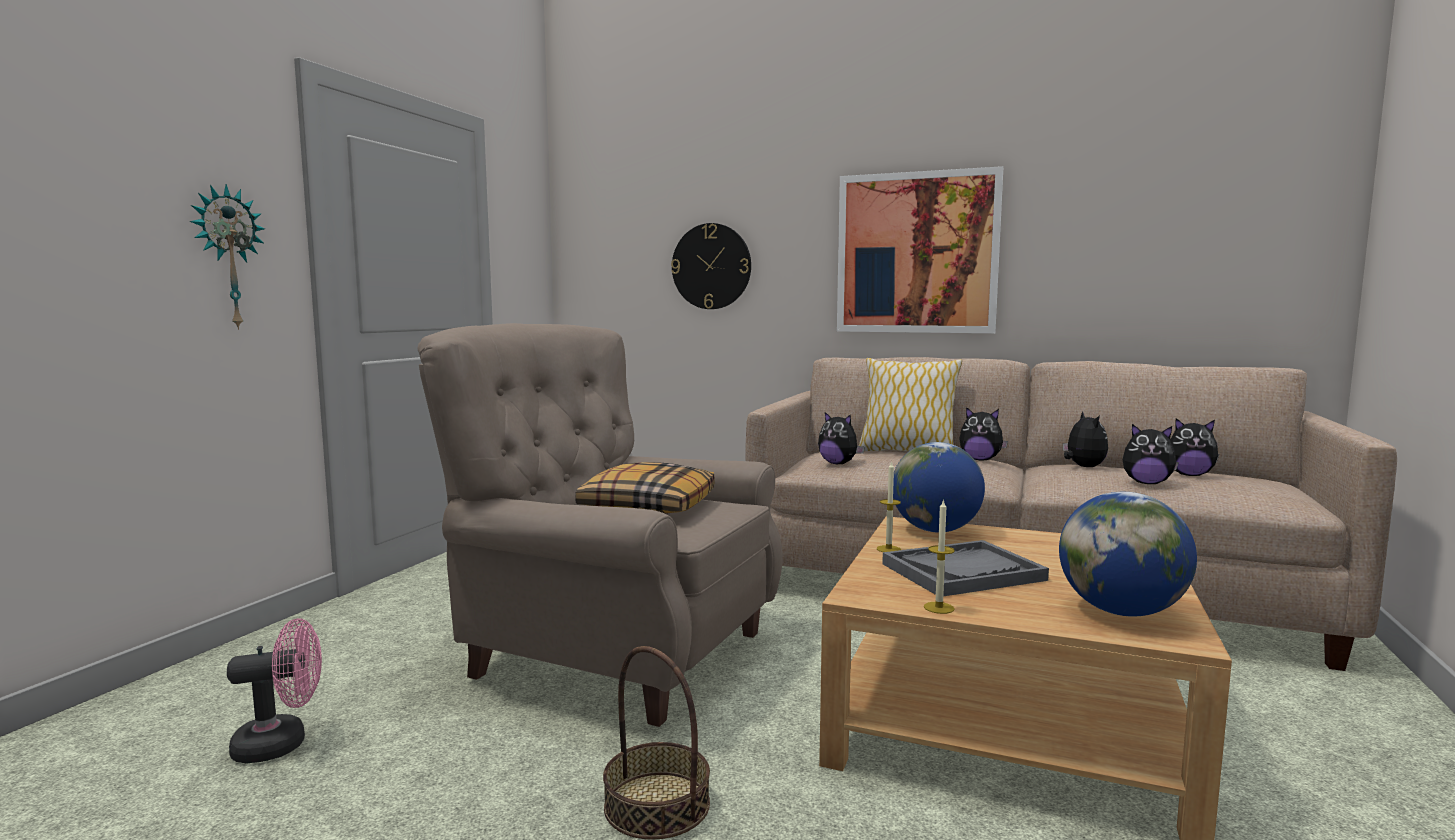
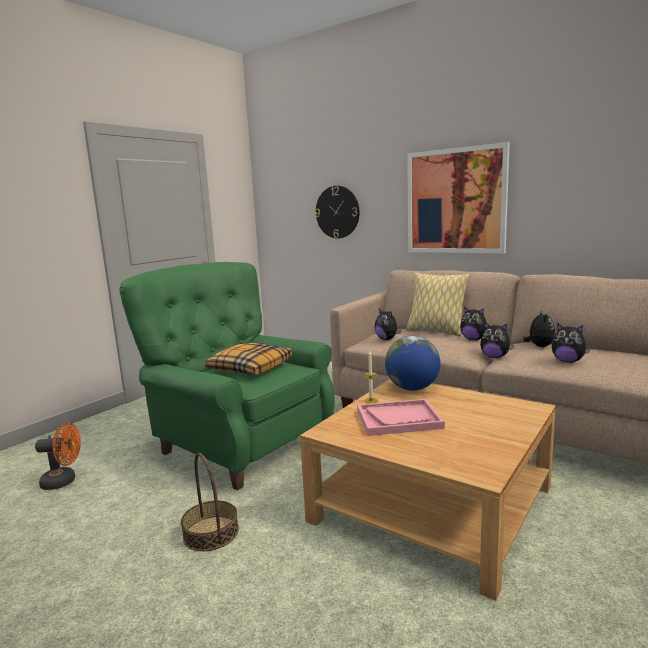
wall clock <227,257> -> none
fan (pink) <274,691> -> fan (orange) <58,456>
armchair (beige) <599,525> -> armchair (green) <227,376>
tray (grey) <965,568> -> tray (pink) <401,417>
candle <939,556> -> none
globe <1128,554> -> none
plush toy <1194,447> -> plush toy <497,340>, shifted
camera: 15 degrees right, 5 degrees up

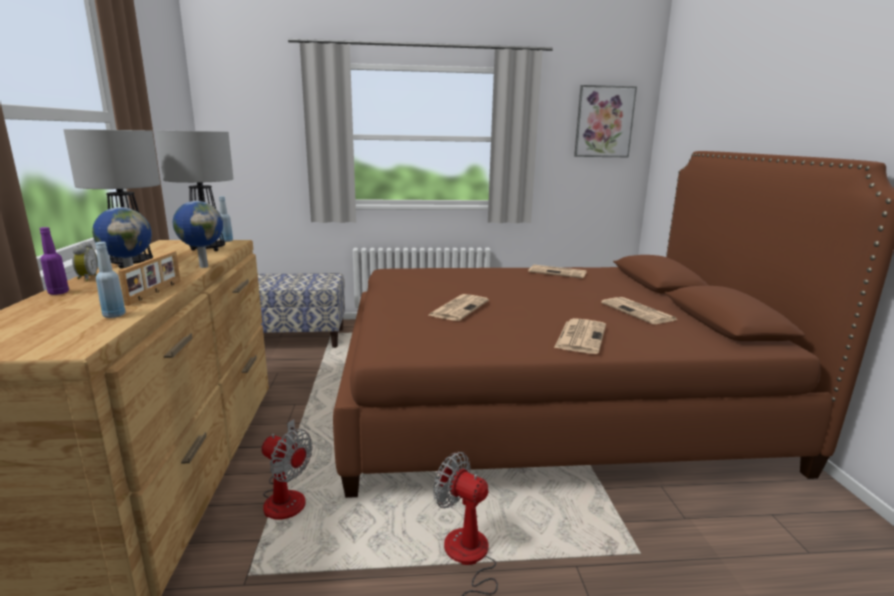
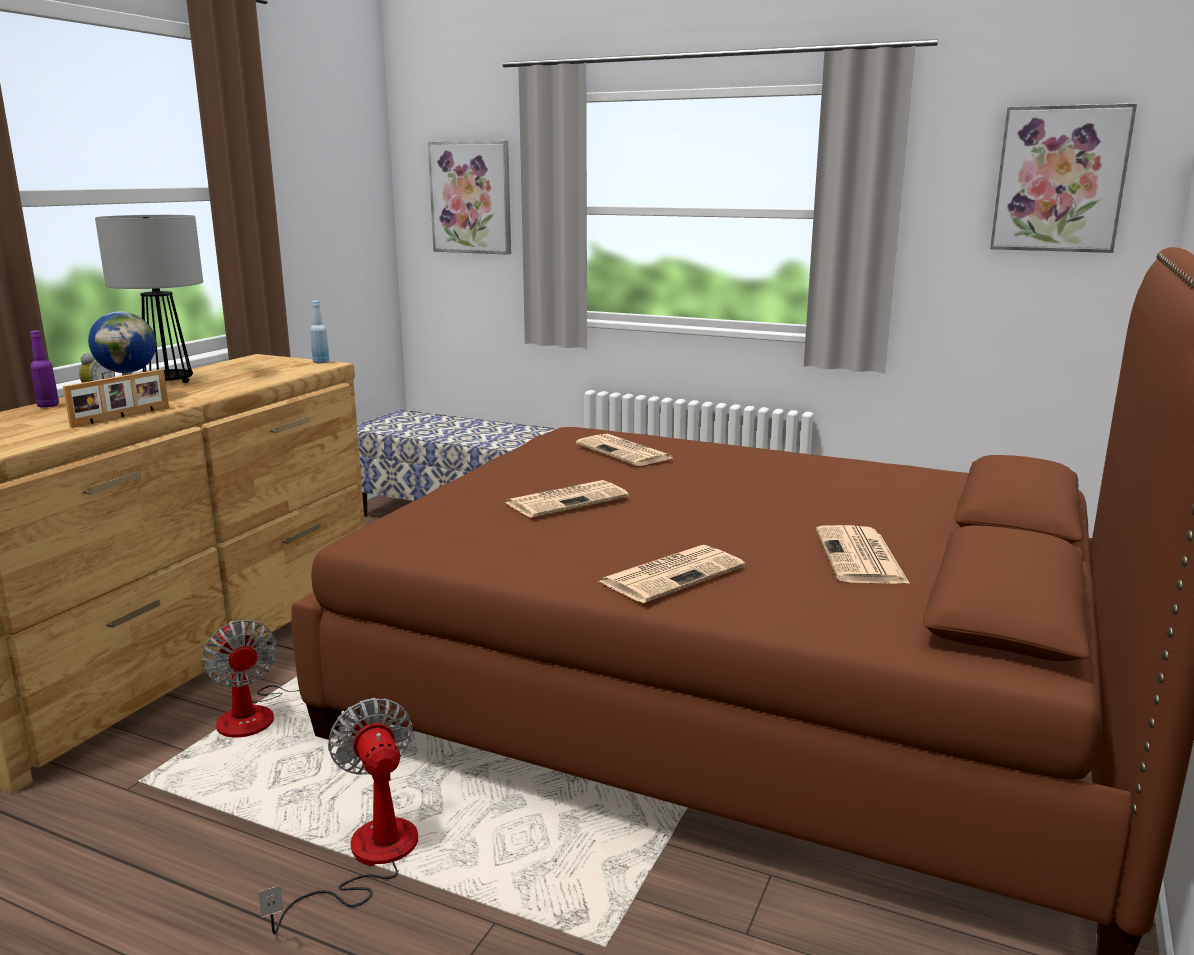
bottle (blue) <110,280> -> none
table lamp <195,190> -> none
globe <198,234> -> none
newspaper <557,271> -> newspaper <624,450>, shifted
none -> picture <469,198>
camera: 30 degrees right, 0 degrees up

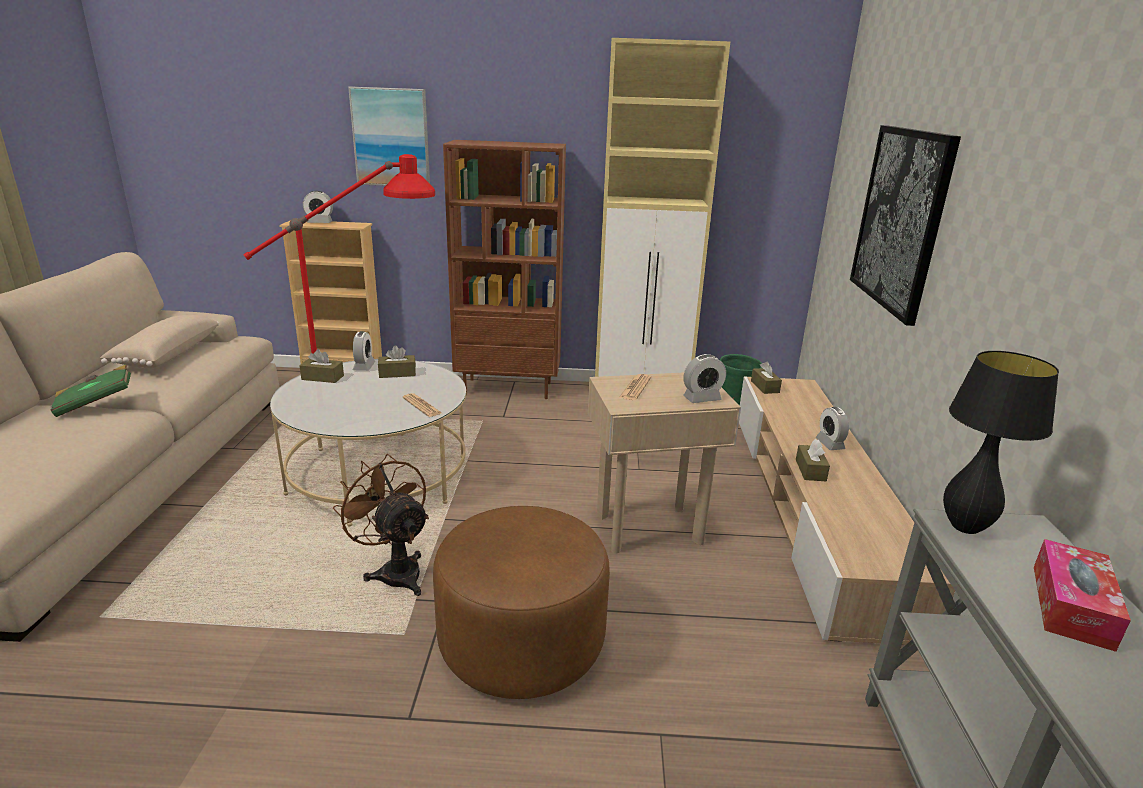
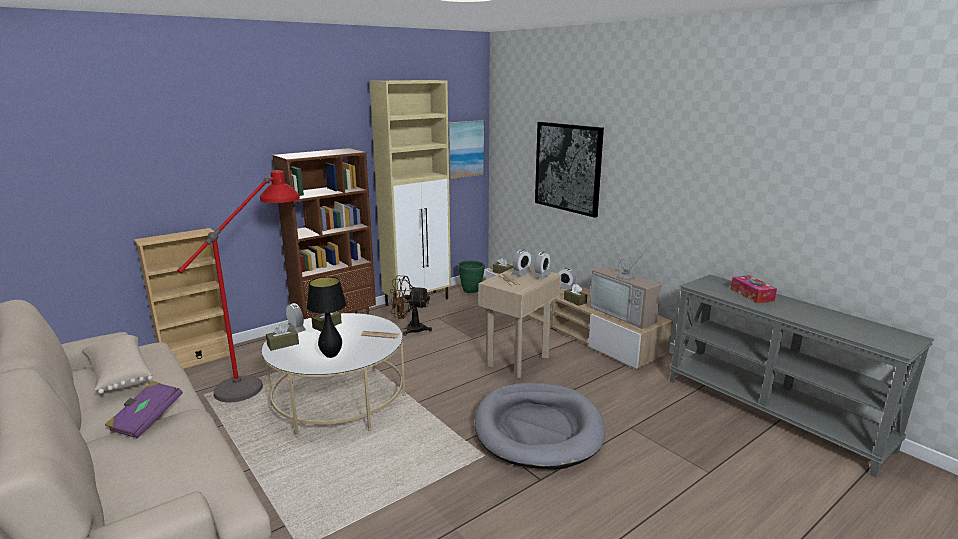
book (green) <91,390> -> book (purple) <144,410>
alarm clock <318,207> -> alarm clock <521,262>, shifted
fan (brown) <381,525> -> fan (brown) <410,306>, shifted
picture <389,136> -> picture <466,150>, shifted
ottoman (brown) <521,602> -> dog bed (grey) <540,426>
table lamp (black) <1001,442> -> table lamp (black) <327,317>, shifted
none -> television <625,284>
camera: 40 degrees left, 5 degrees down

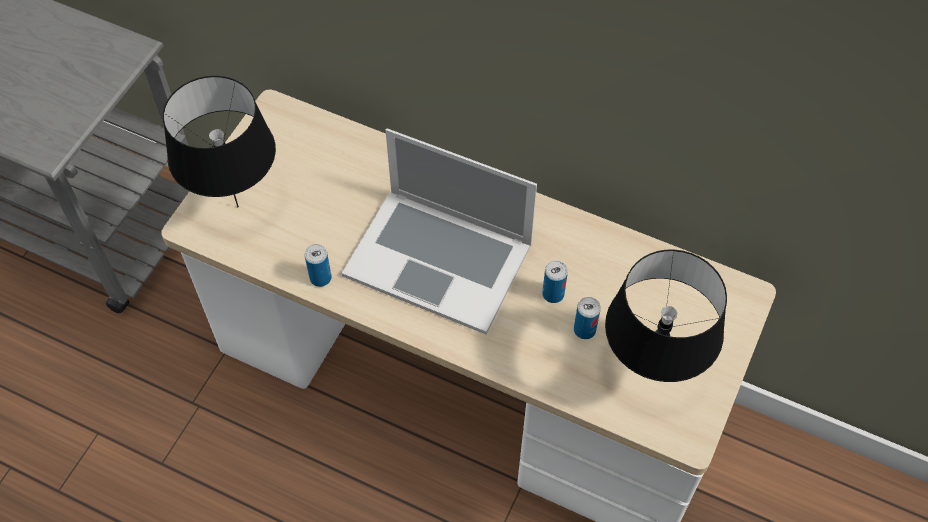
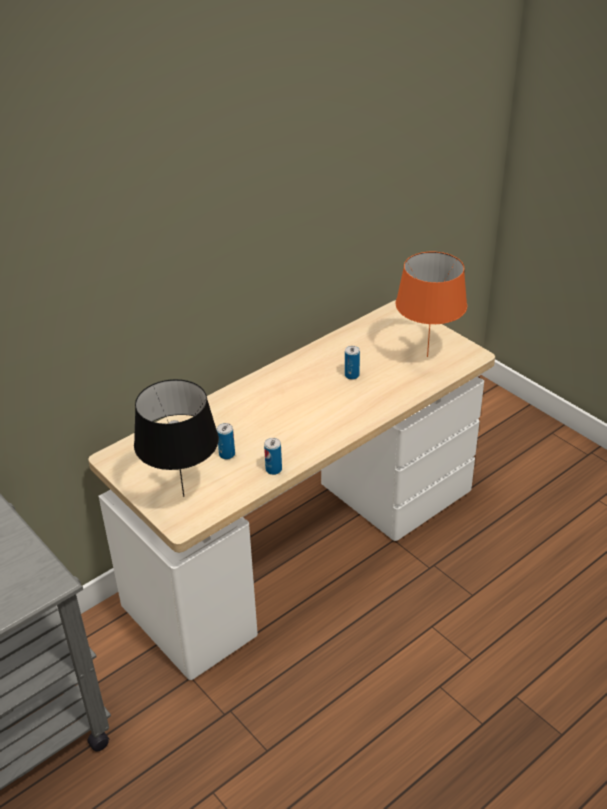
laptop <439,231> -> none
can <587,318> -> can <226,441>, shifted
table lamp (black) <666,316> -> table lamp (orange) <431,304>
camera: 65 degrees left, 20 degrees down

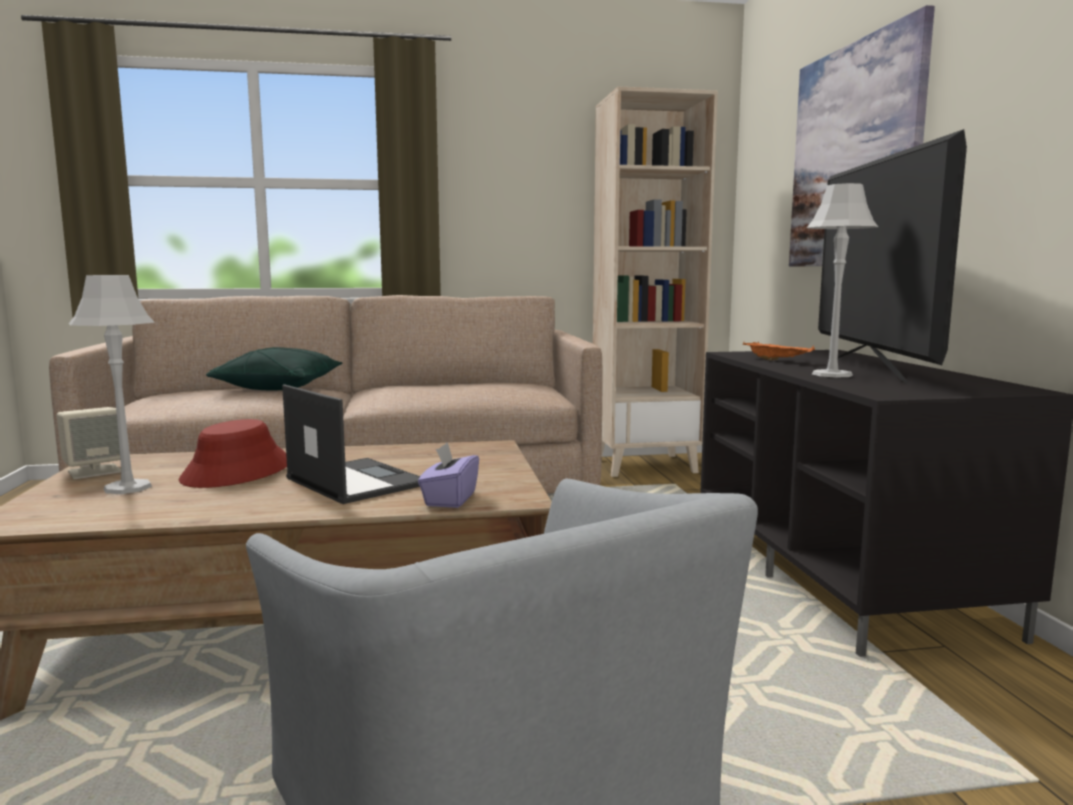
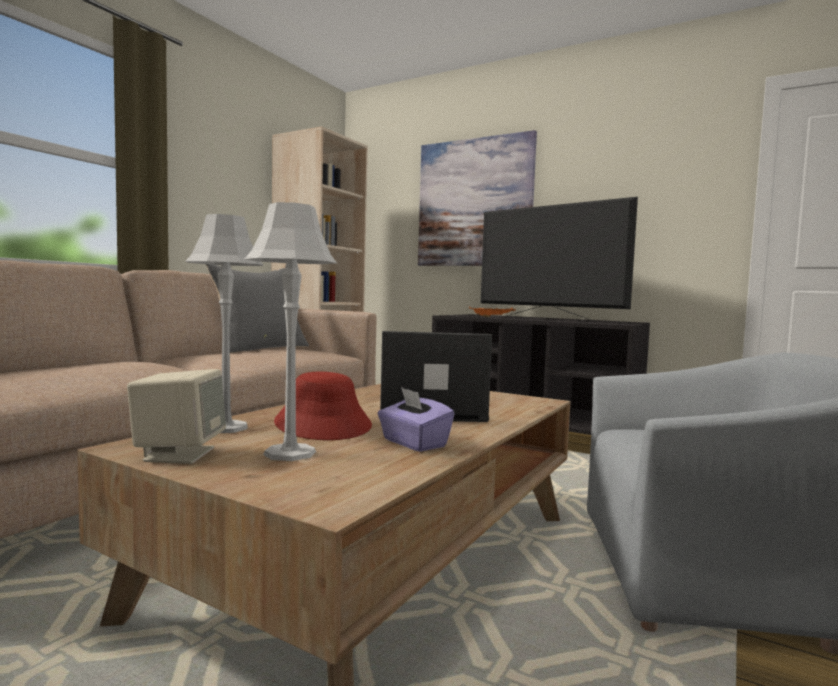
pillow (green) <274,368> -> none
tissue box (purple) <448,475> -> tissue box (purple) <416,419>, shifted
table lamp (grey) <842,280> -> table lamp (grey) <224,323>, shifted
none -> pillow (grey) <257,308>
camera: 50 degrees left, 5 degrees down

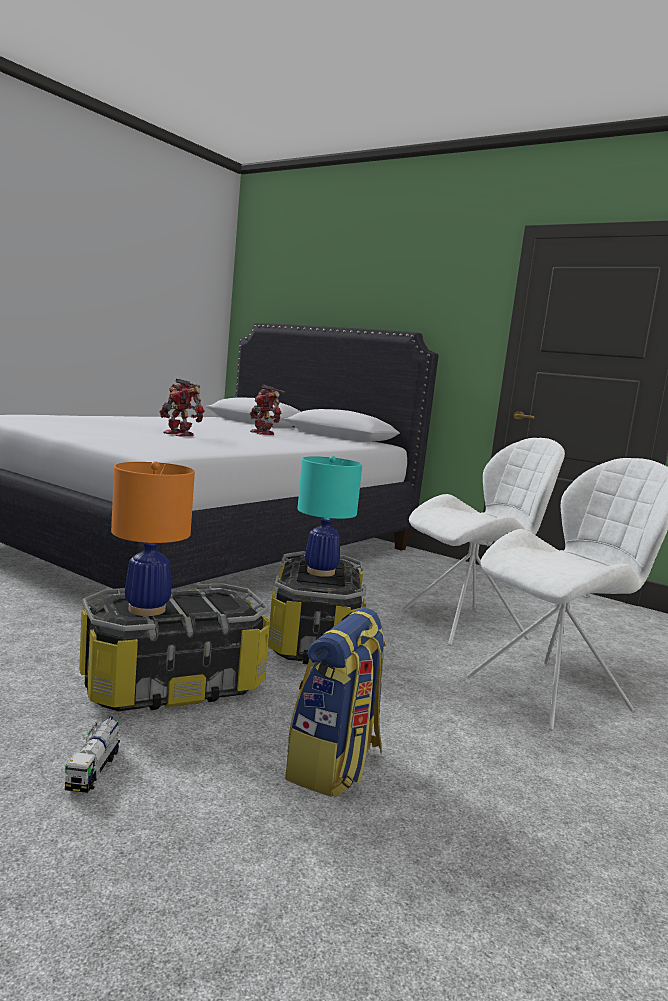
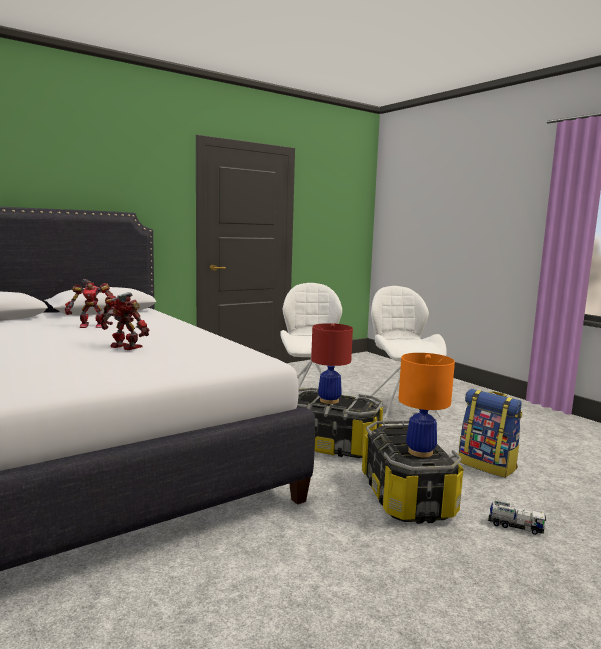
toy robot <182,407> -> toy robot <124,321>, 120 degrees counterclockwise
table lamp (turquoise) <329,516> -> table lamp (red) <332,363>
camera: 70 degrees left, 0 degrees up

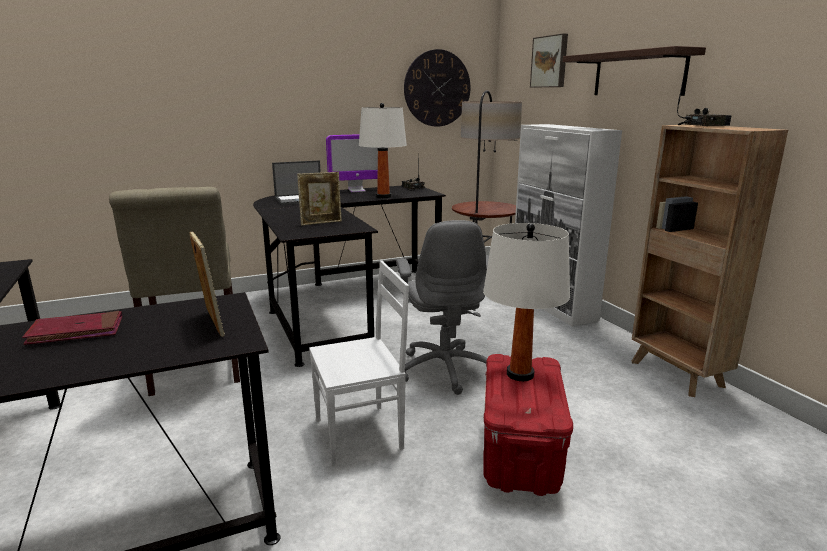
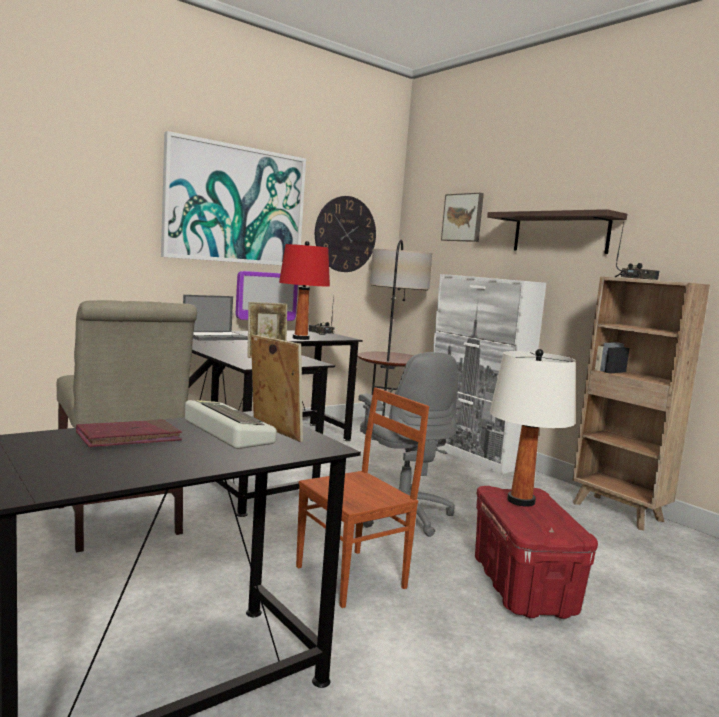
chair (white) <359,363> -> chair (brown) <362,497>
table lamp (white) <383,150> -> table lamp (red) <304,290>
none -> picture <233,198>
none -> keyboard <231,424>
camera: 15 degrees left, 10 degrees down

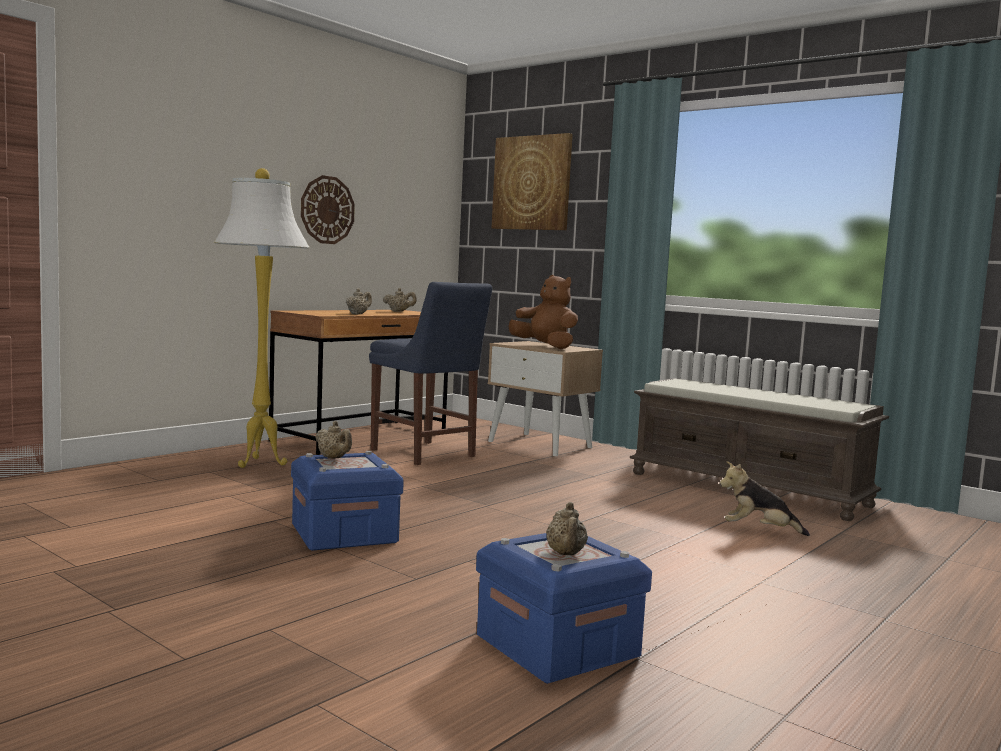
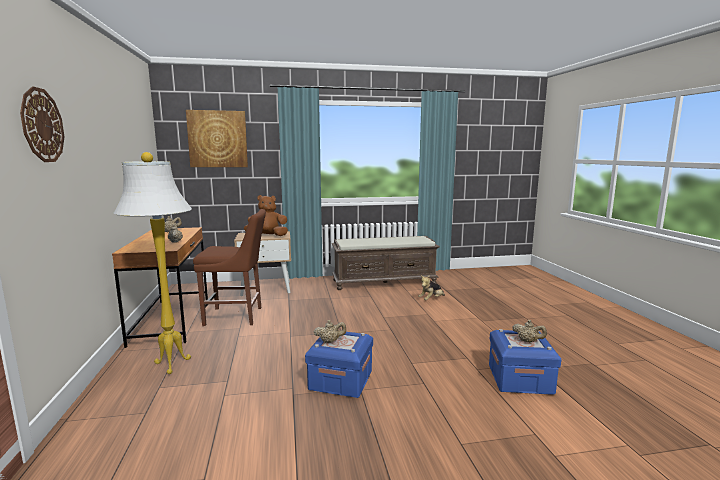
wall clock <328,209> -> wall clock <42,124>, shifted
chair (blue) <430,373> -> chair (brown) <229,267>
camera: 50 degrees left, 5 degrees up

